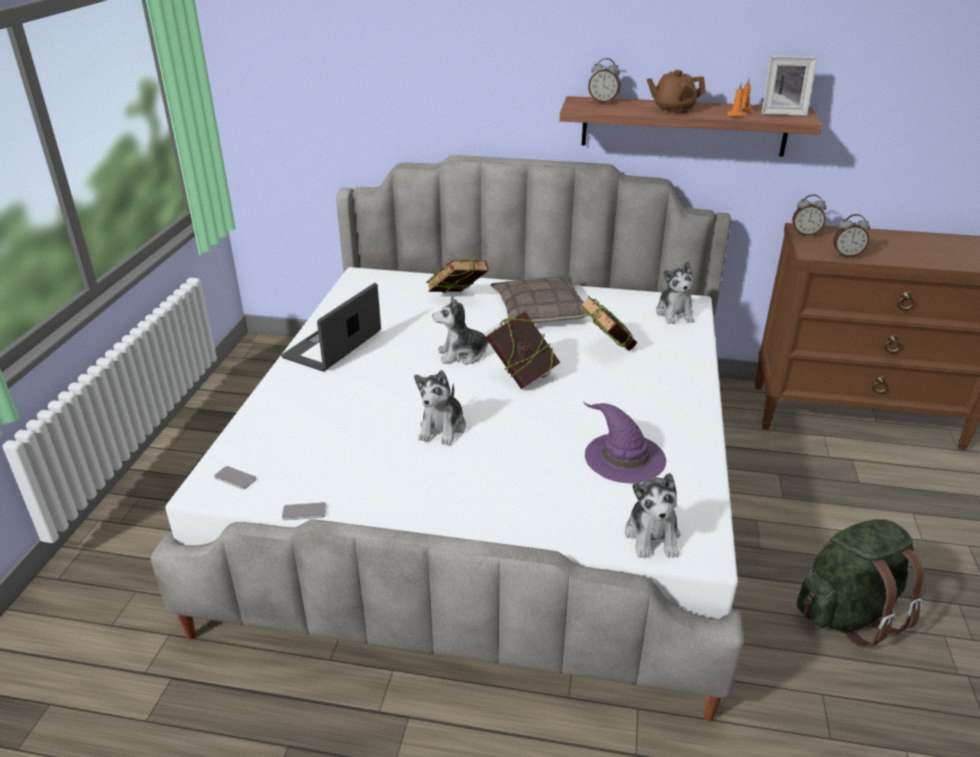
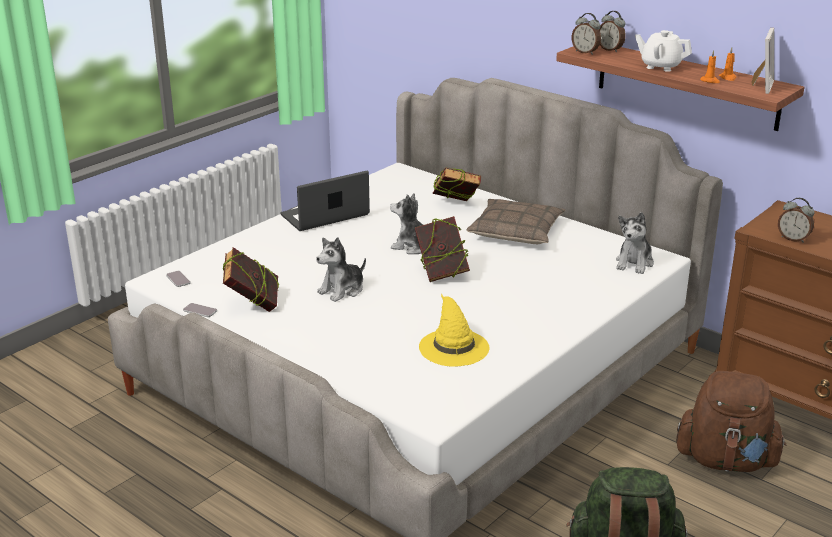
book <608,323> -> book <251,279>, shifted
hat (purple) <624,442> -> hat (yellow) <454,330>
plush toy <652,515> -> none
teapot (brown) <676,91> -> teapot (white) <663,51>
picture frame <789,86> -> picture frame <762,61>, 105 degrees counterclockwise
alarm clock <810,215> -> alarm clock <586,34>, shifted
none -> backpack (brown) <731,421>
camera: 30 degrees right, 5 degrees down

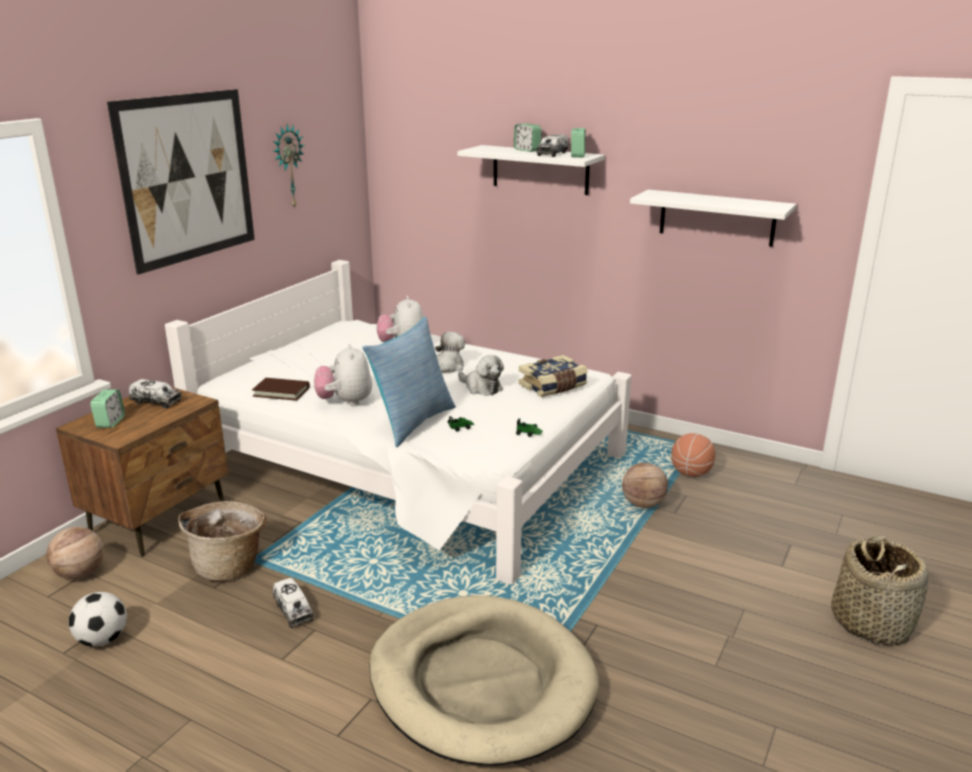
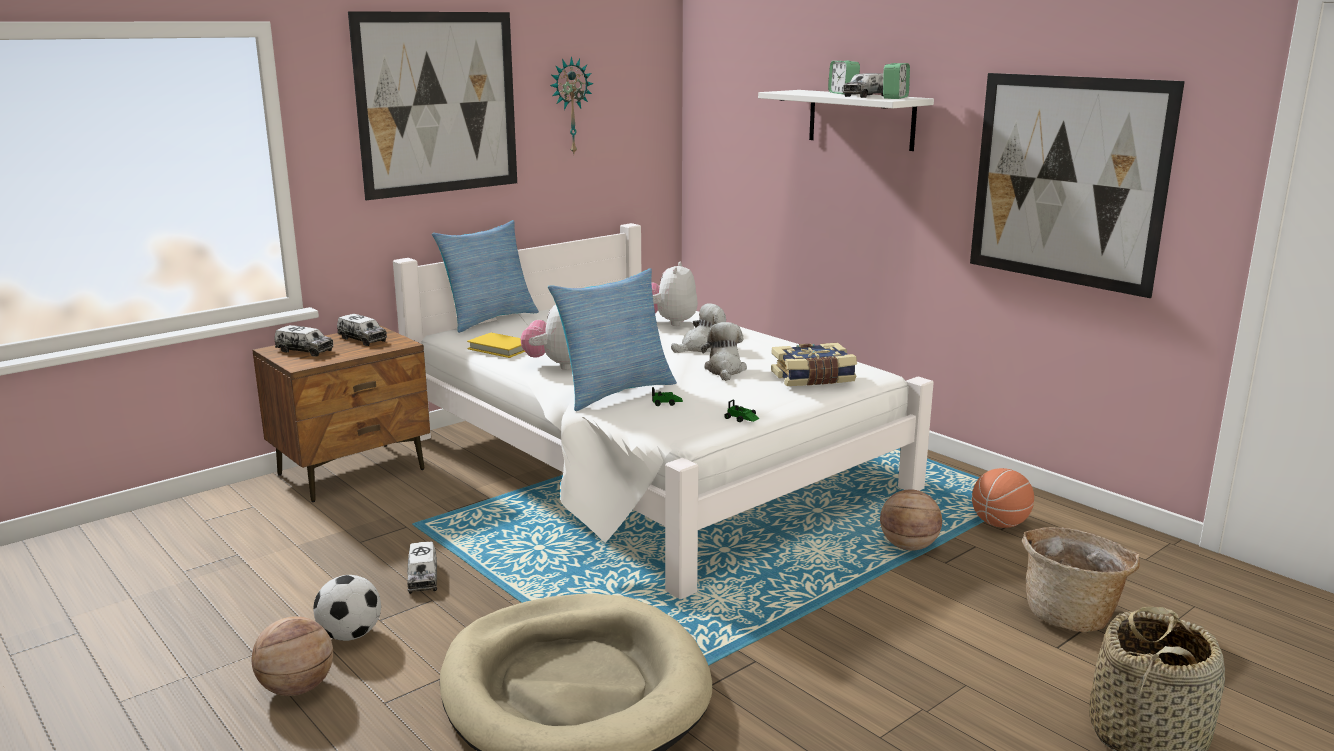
basketball <75,553> -> basketball <292,656>, shifted
football <98,619> -> football <347,608>, shifted
alarm clock <107,408> -> toy truck <304,341>
basket <222,541> -> basket <1081,579>, shifted
book (brown) <281,389> -> book (yellow) <496,345>
plush toy <481,375> -> plush toy <724,351>, 150 degrees counterclockwise
shelf (white) <713,218> -> picture <1077,185>
none -> pillow <485,276>
camera: 20 degrees right, 5 degrees down

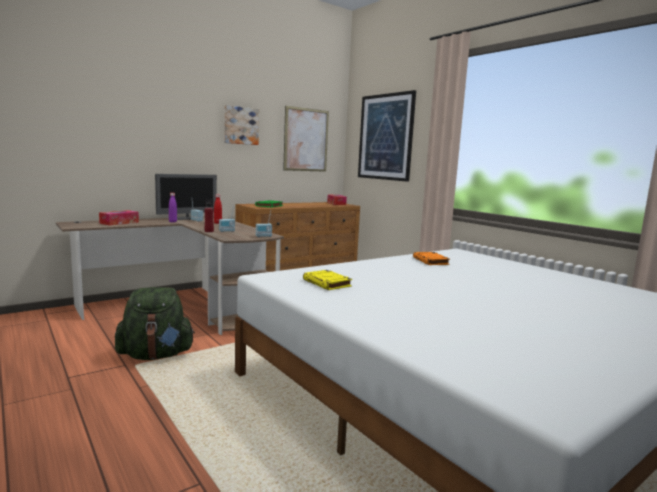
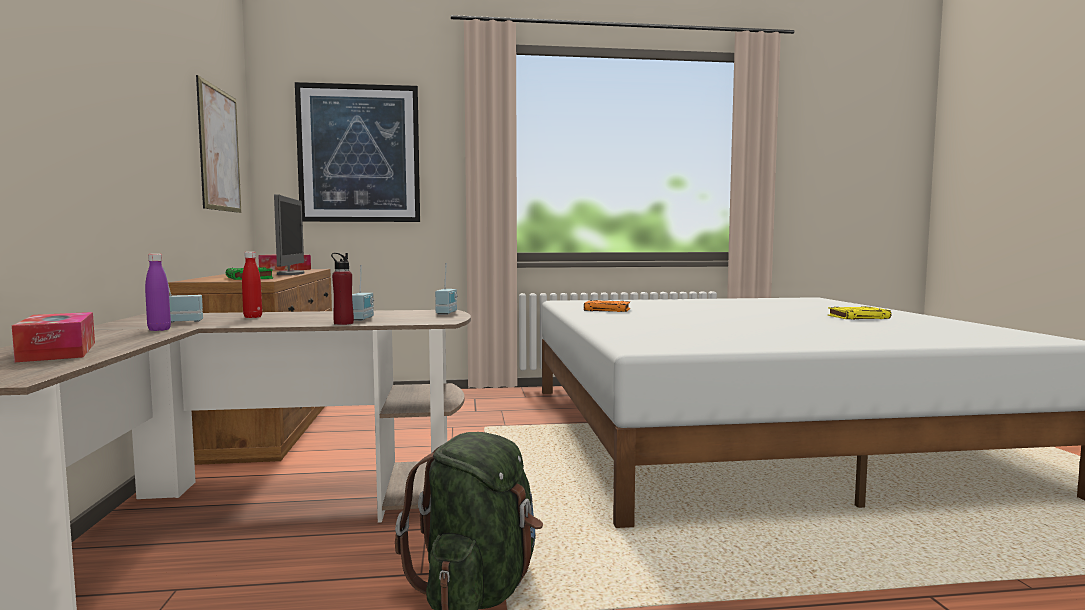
monitor <186,197> -> monitor <289,234>, shifted
picture <241,125> -> none
book (yellow) <327,280> -> book (yellow) <860,313>, shifted
camera: 60 degrees left, 5 degrees down

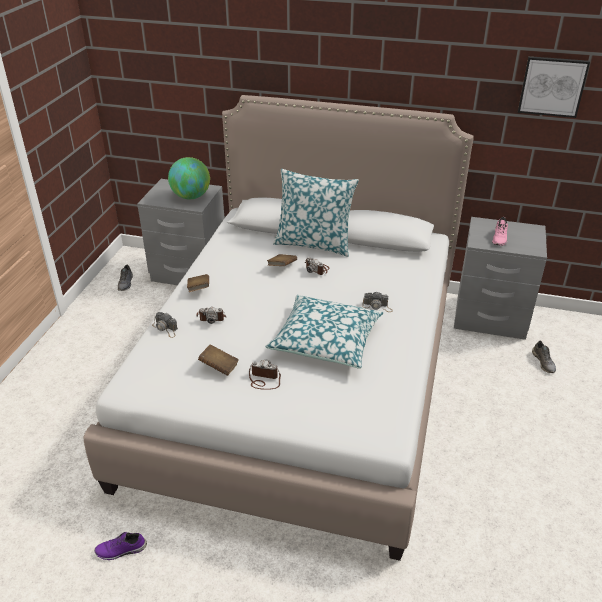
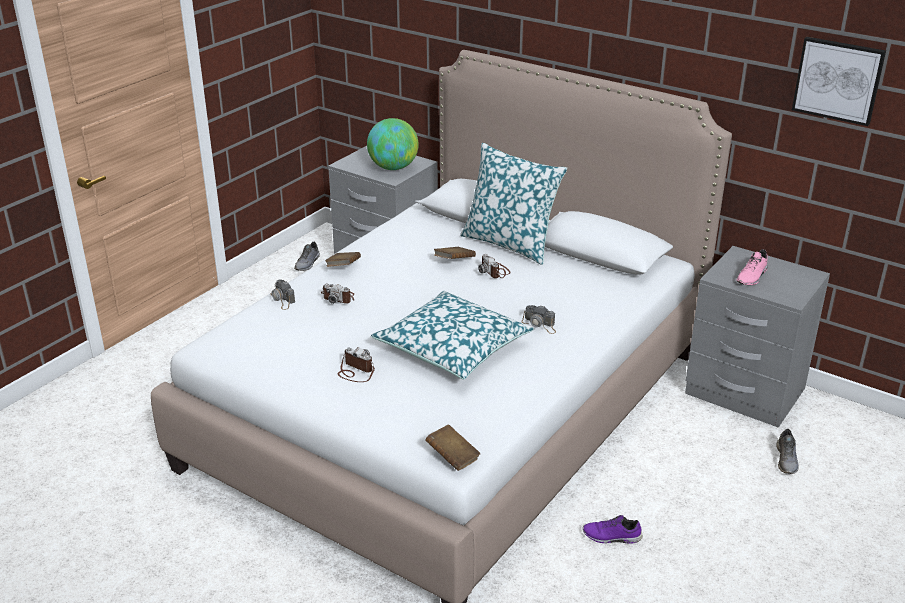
shoe (purple) <120,546> -> shoe (purple) <613,529>, shifted
book (brown) <218,360> -> book (brown) <452,447>, shifted
camera: 20 degrees right, 5 degrees down

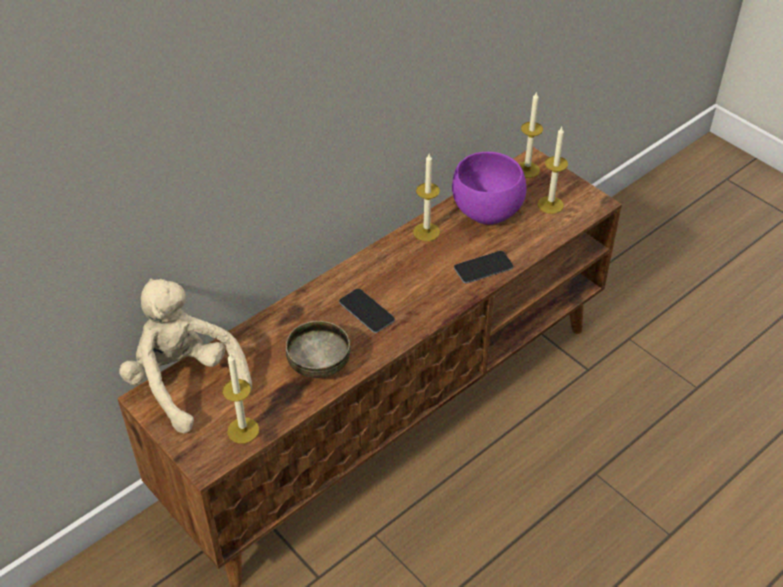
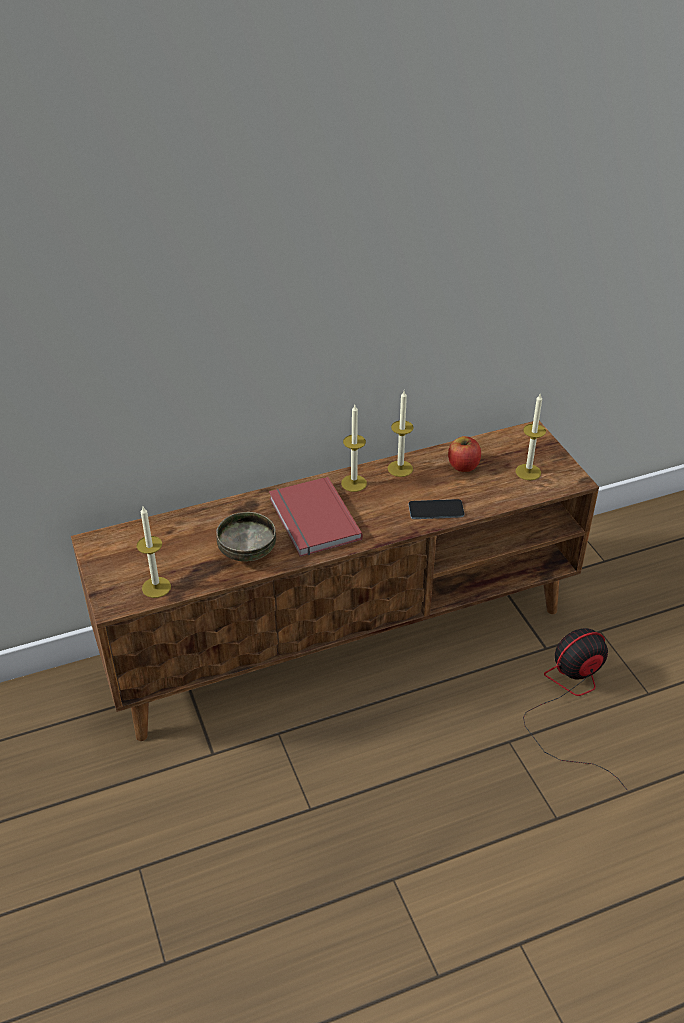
plush toy (beige) <185,355> -> none
phone <367,311> -> book (red) <316,517>
bowl (purple) <489,188> -> apple <464,454>
candle <530,134> -> candle <354,448>, shifted
none -> fan <575,709>
camera: 20 degrees right, 5 degrees down

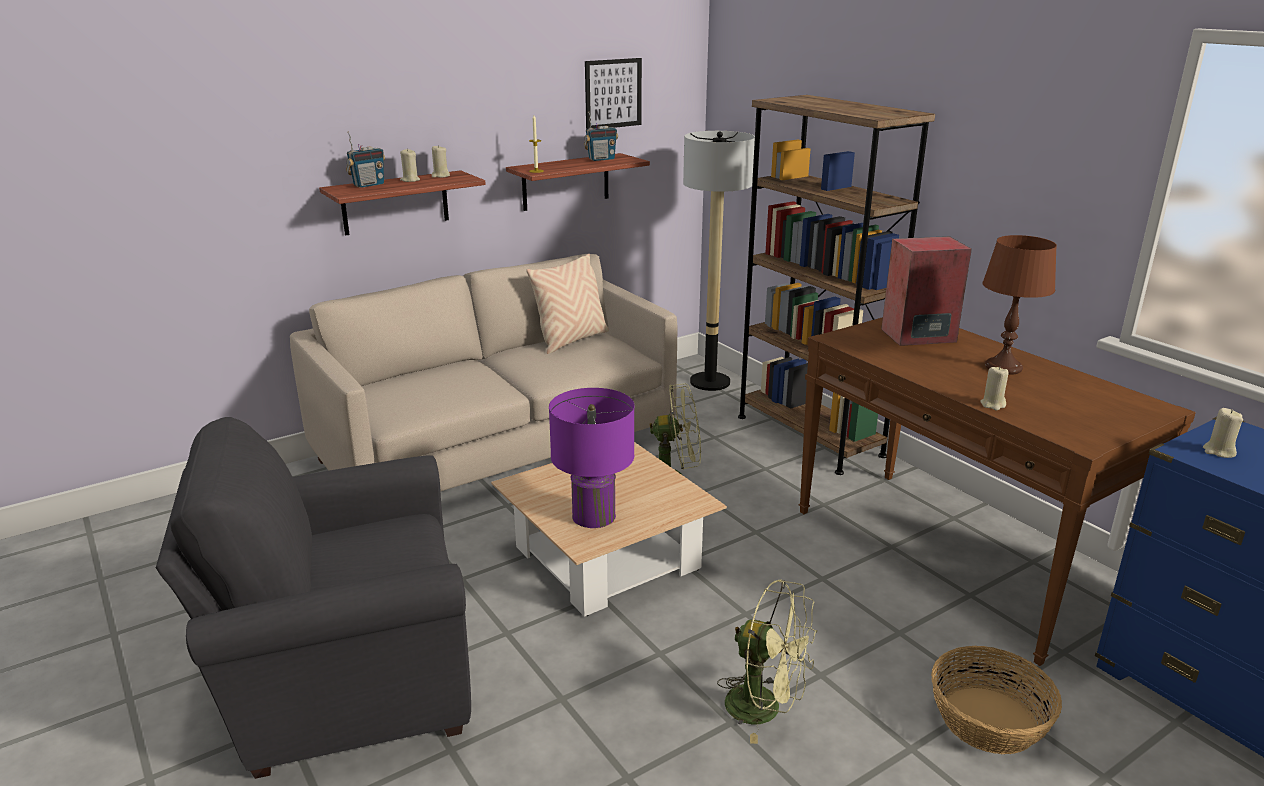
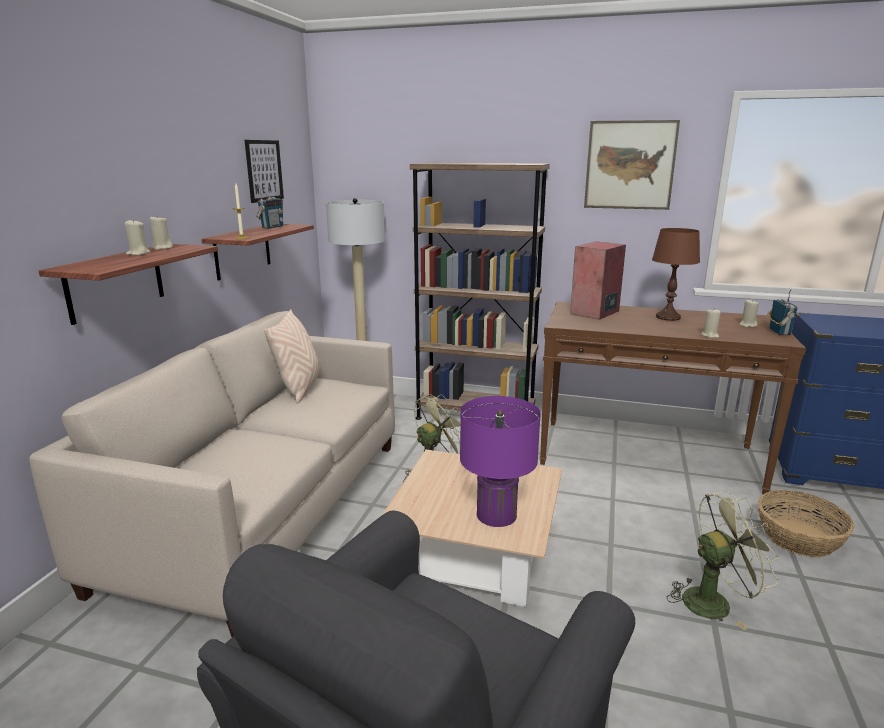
radio <365,159> -> radio <782,312>, shifted
candle (beige) <1223,433> -> candle (beige) <749,313>, shifted
none -> picture <632,165>
camera: 40 degrees left, 5 degrees down

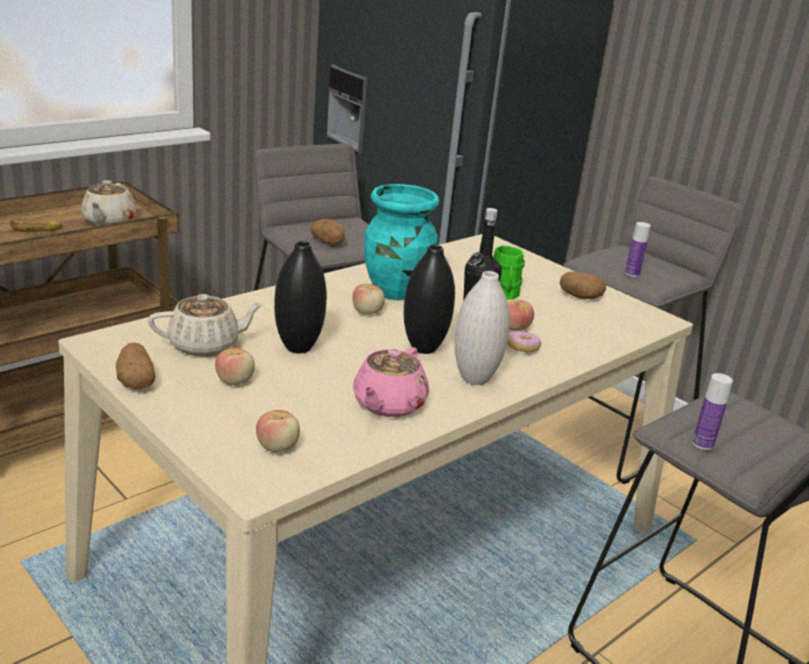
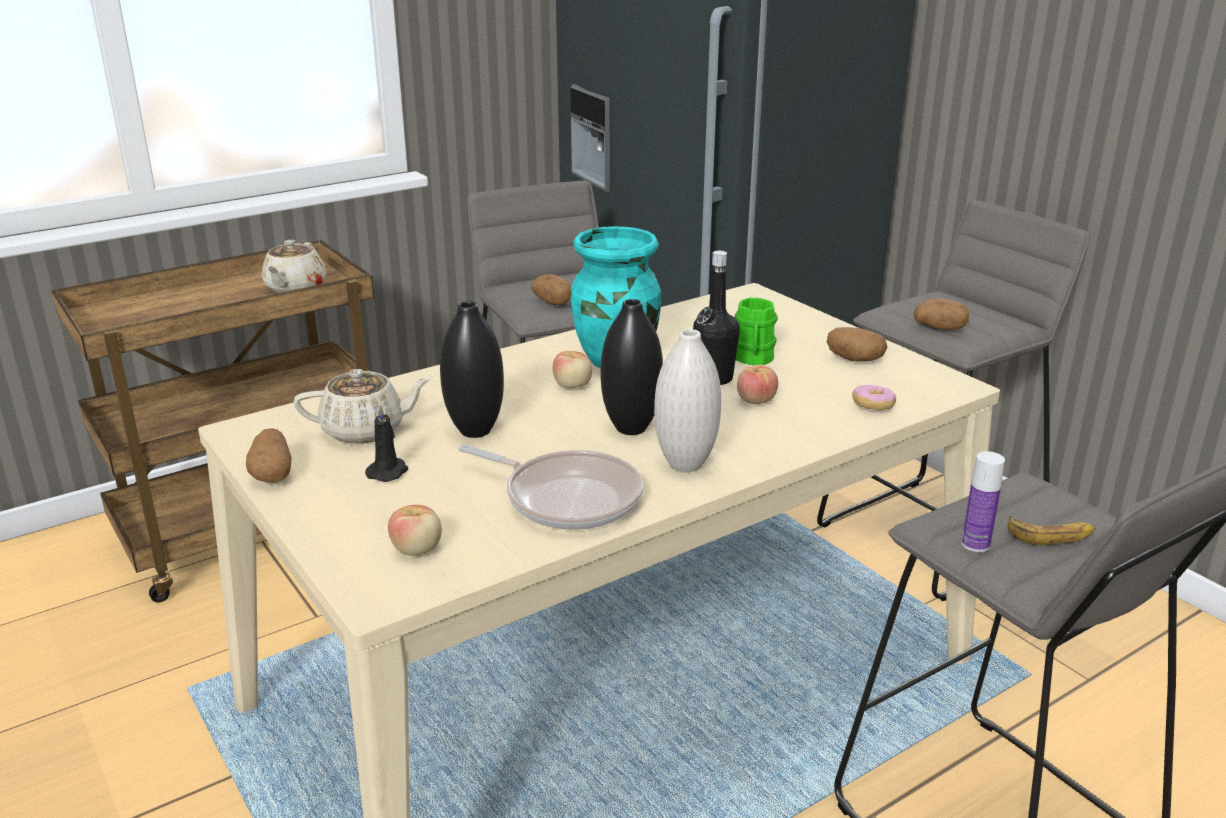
banana <36,225> -> banana <1052,530>, shifted
apple <235,366> -> candle (black) <386,443>
teapot (pink) <391,382> -> frying pan <551,487>
donut <524,342> -> donut <874,397>, shifted
bottle <638,249> -> potato <941,314>
camera: 10 degrees right, 0 degrees up

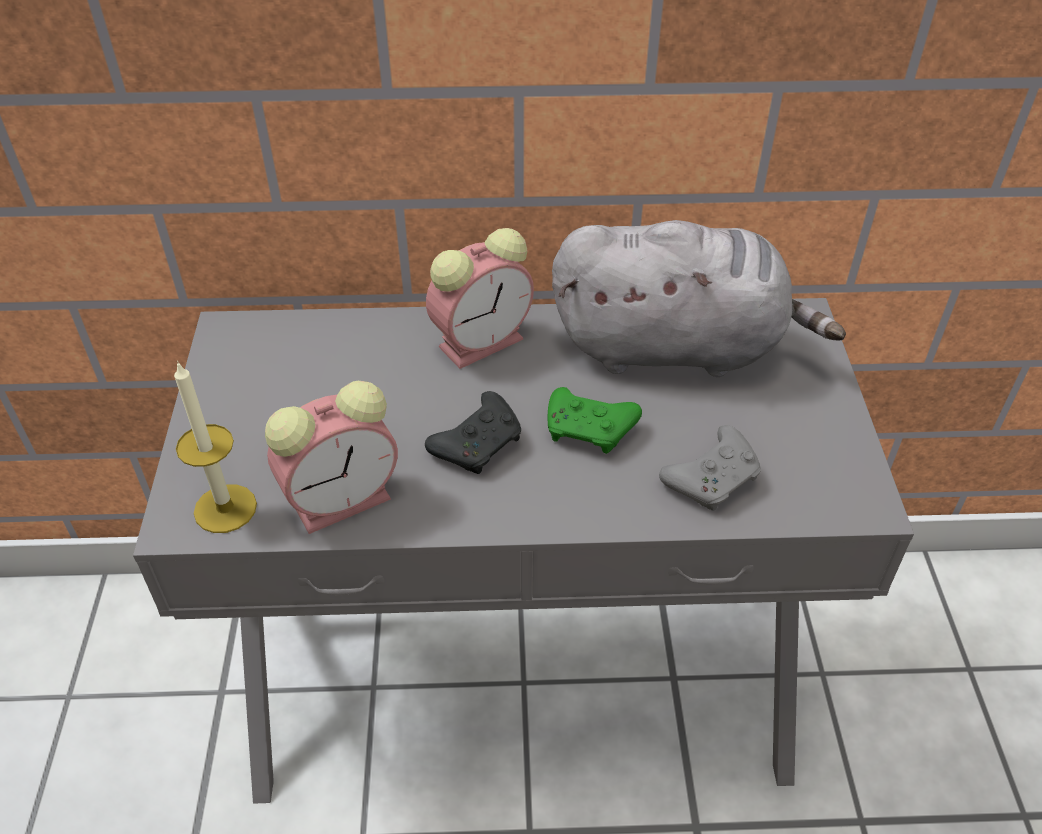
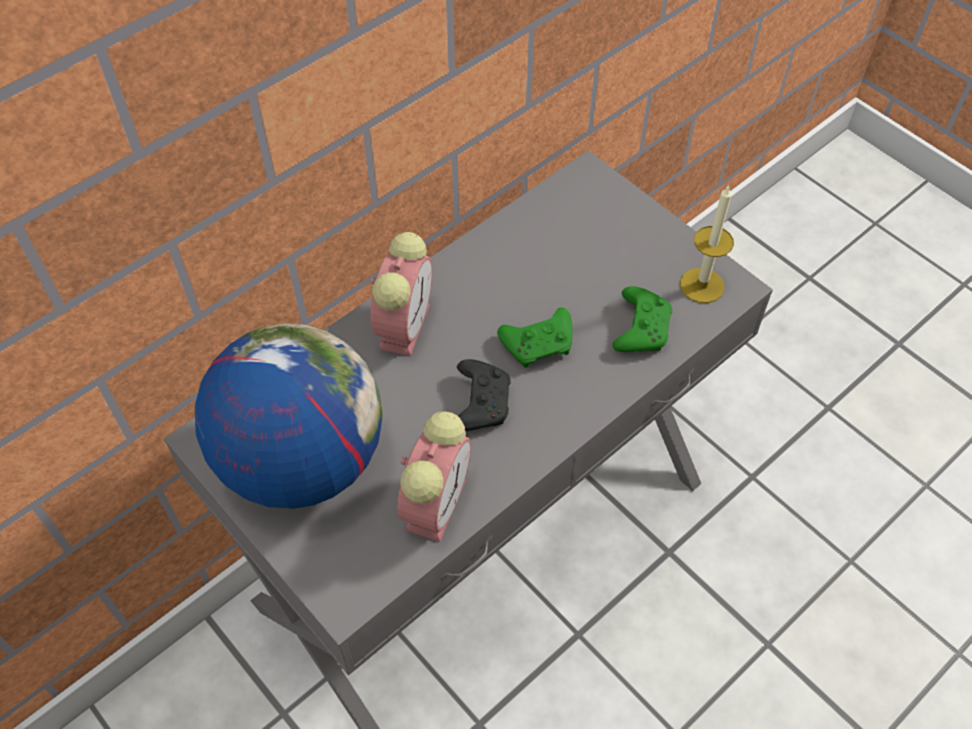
candle <215,447> -> candle <707,244>, shifted
plush toy (grey) <699,298> -> none
game controller (grey) <710,468> -> game controller (green) <642,319>
none -> globe <288,416>
camera: 40 degrees left, 10 degrees up

